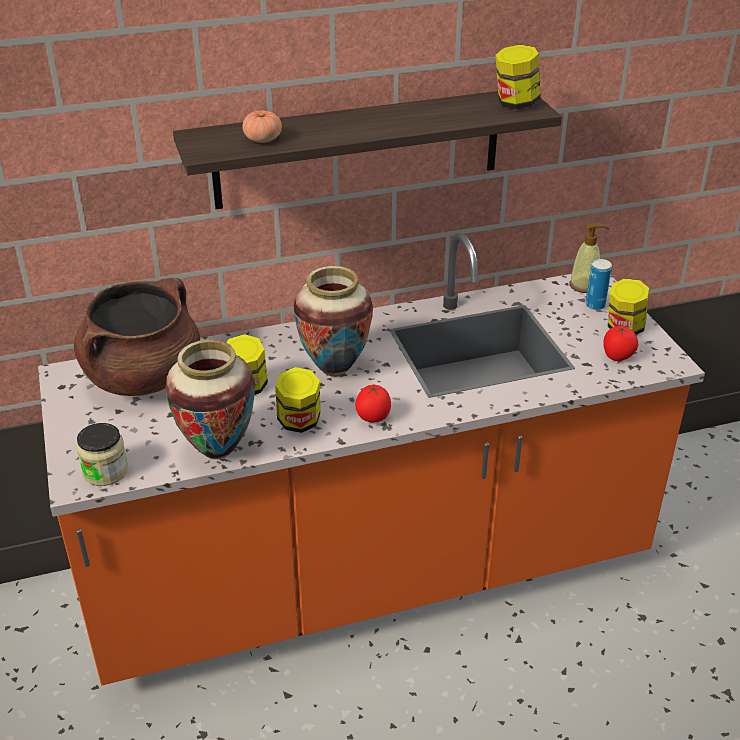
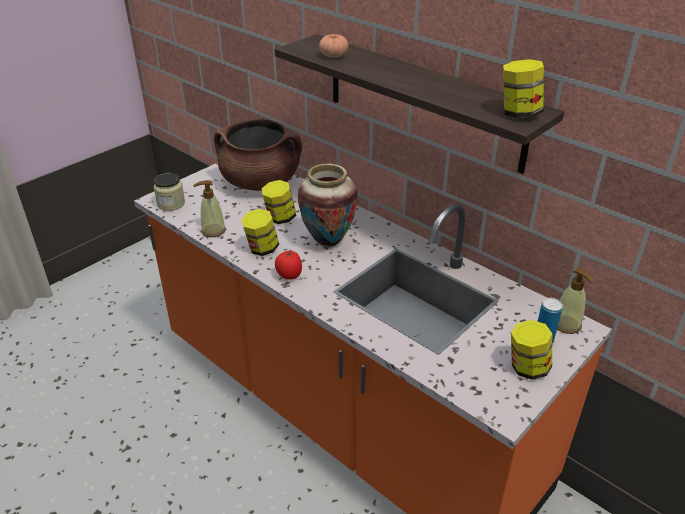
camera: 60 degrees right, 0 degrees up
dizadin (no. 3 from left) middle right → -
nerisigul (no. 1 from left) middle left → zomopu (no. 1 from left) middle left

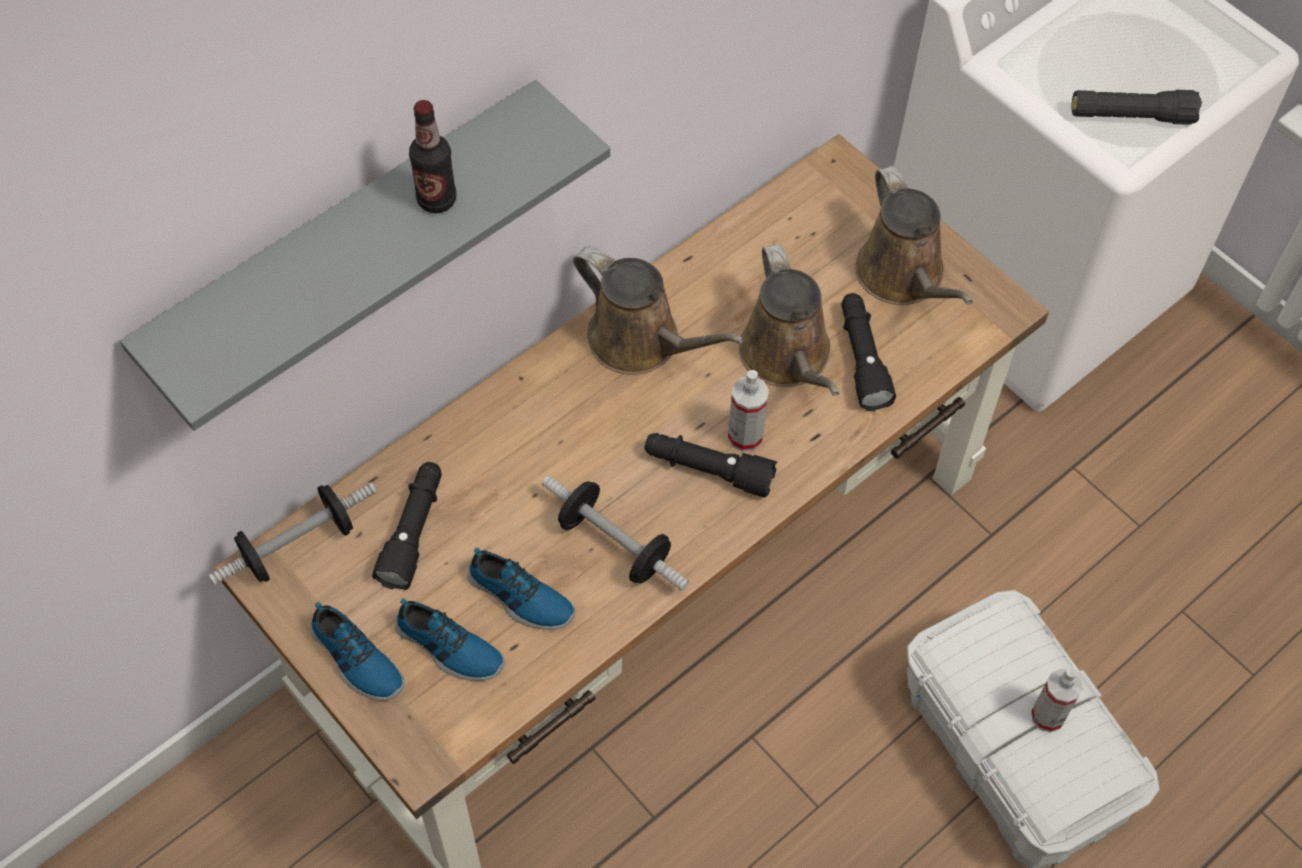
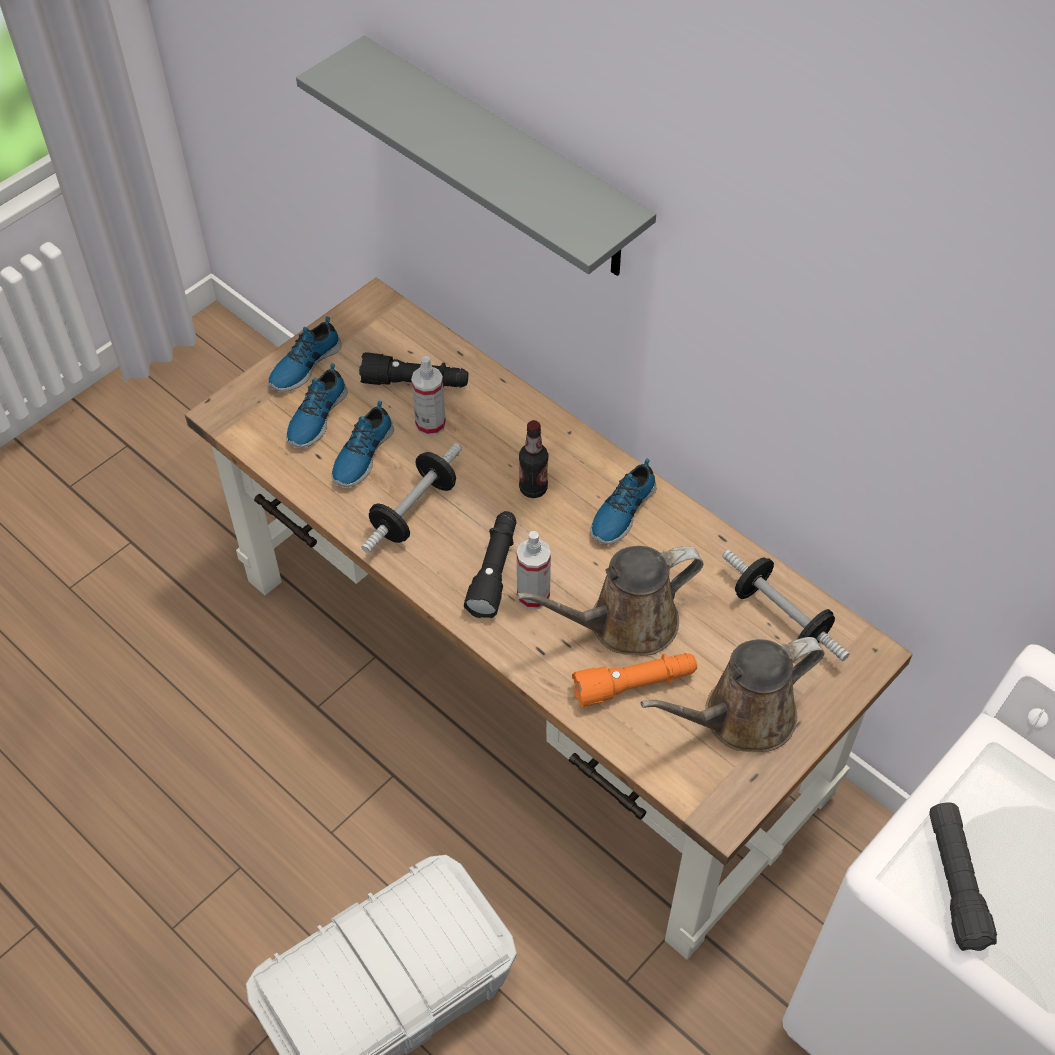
camera: 85 degrees right, 5 degrees down
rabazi (no. 1 from left in the first image) middle left → rabazi (no. 2 from left) middle right, relocated
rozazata top left → rozazata centre, relocated
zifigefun (no. 2 from left in the first image) bottom right → zifigefun (no. 1 from left) centre, relocated
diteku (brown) (no. 1 from left) centre → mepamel (no. 4 from left) centre
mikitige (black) (no. 3 from left) middle right → mikitige (orange) centre

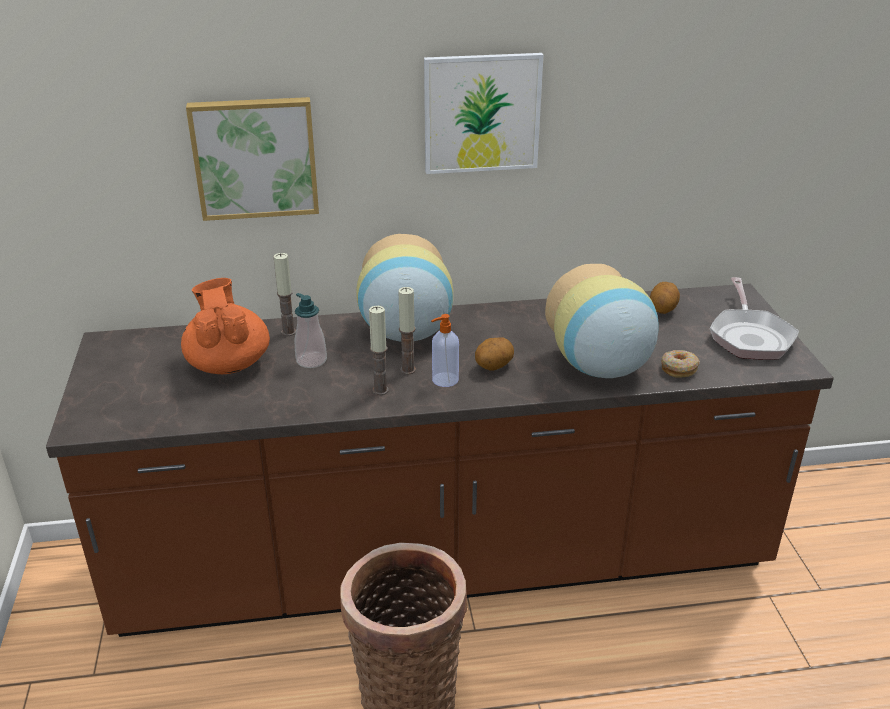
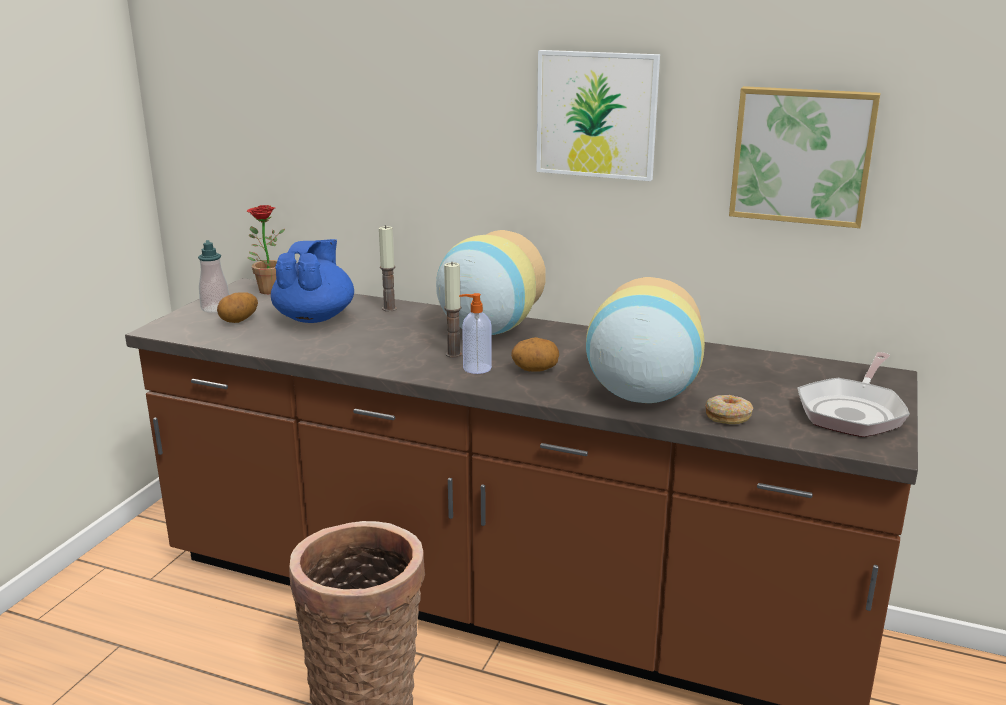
camera: 30 degrees right, 10 degrees down
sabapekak (no. 2 from left) centre → -
- → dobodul middle left
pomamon (no. 1 from left in the first image) top left → pomamon (no. 2 from left) top right, relocated
zomopu (no. 1 from left) centre → zomopu (no. 1 from left) middle left, relocated
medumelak (no. 2 from left in the first image) middle right → medumelak (no. 1 from left) middle left, relocated
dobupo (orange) middle left → dobupo (blue) middle left

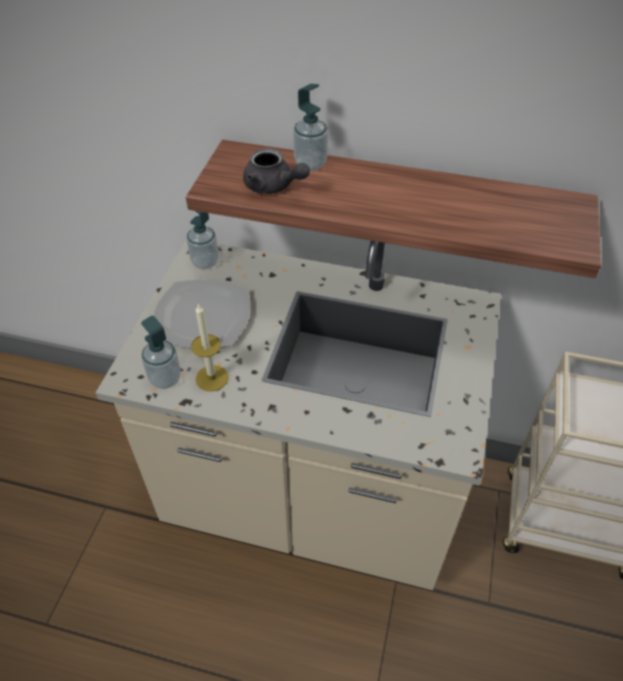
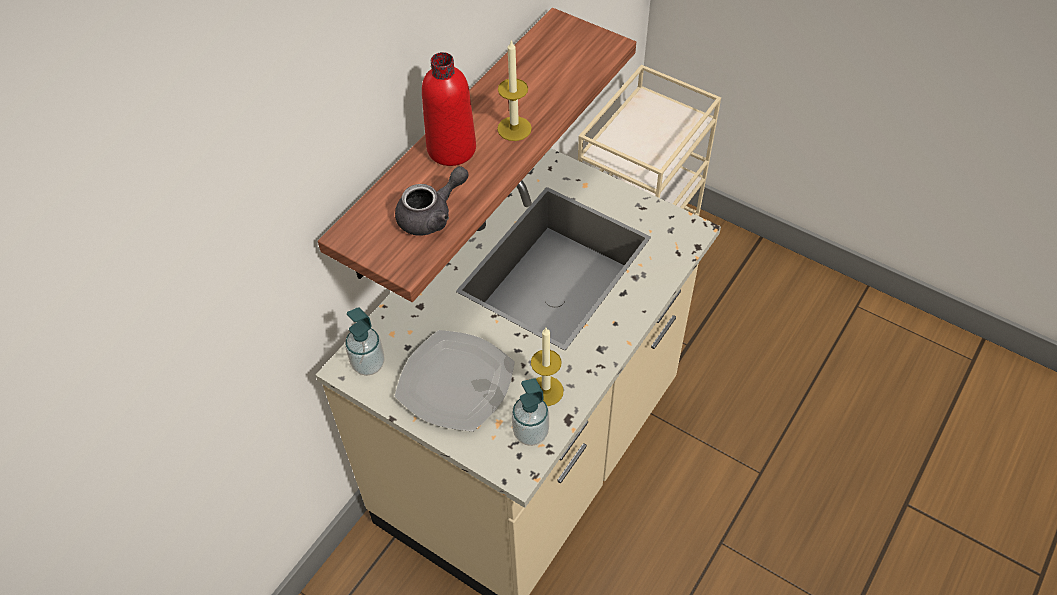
camera: 70 degrees left, 5 degrees up
zomopu (no. 3 from left) top centre → -
- → rozazata (red) top centre
- → sabapekak (no. 1 from left) top centre

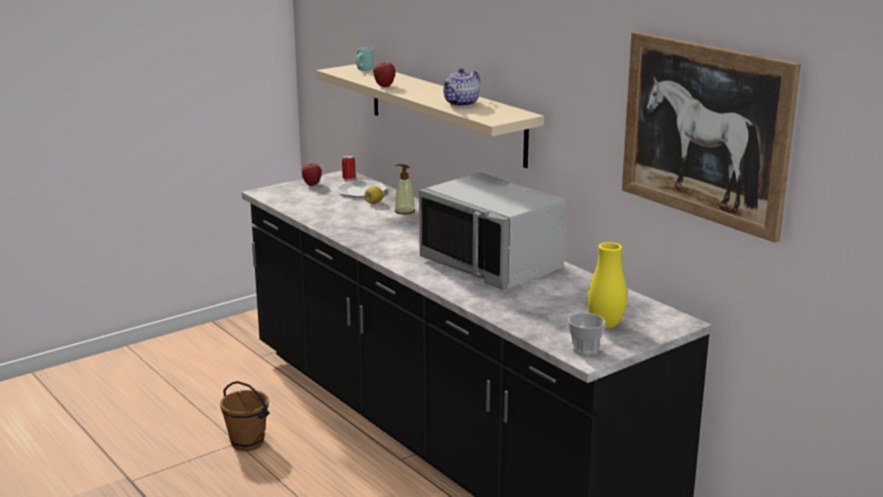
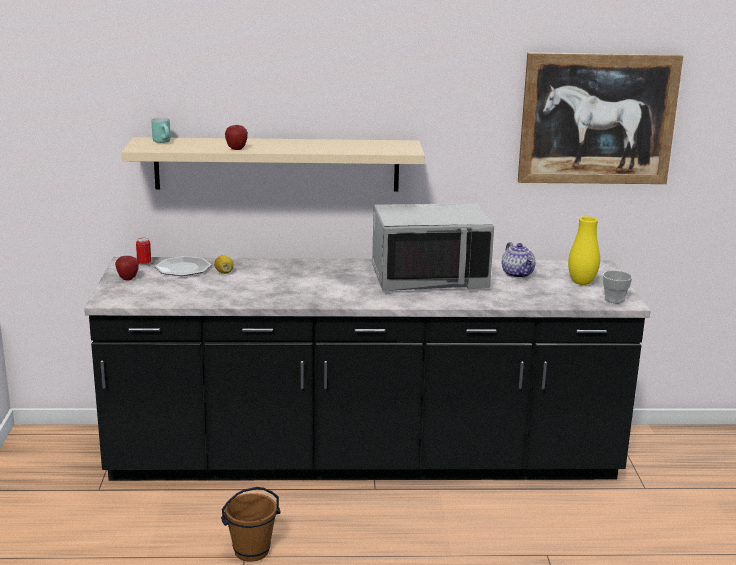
camera: 55 degrees left, 0 degrees up
zomopu centre → -
dobupo top centre → dobupo middle right, relocated

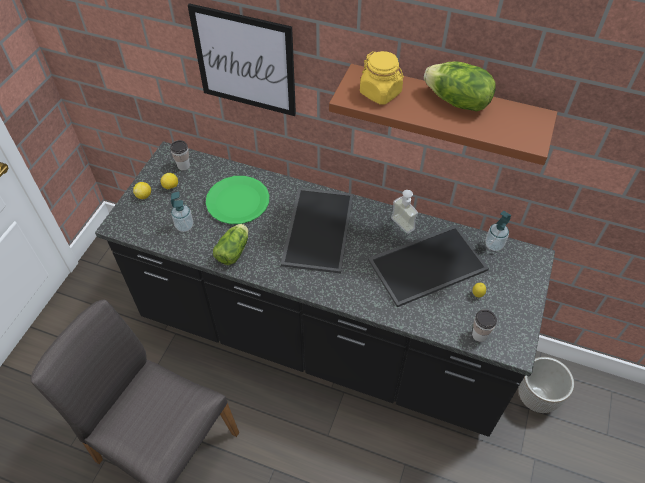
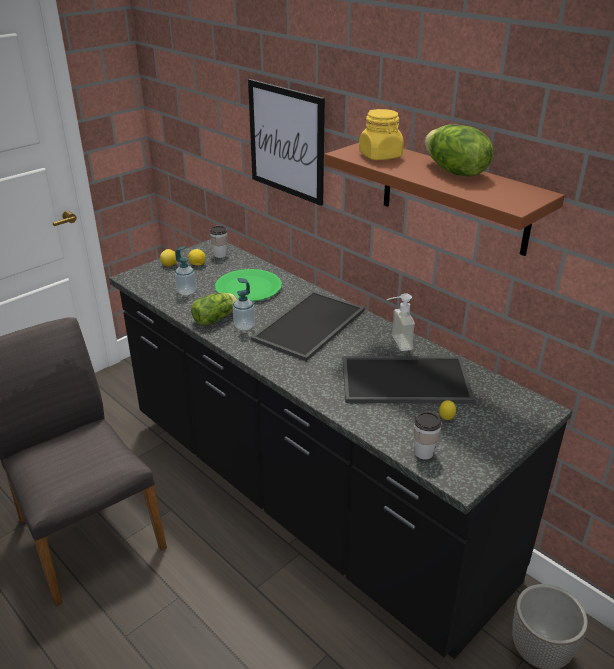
camera: 25 degrees right, 20 degrees down
zomopu (no. 3 from left in the first image) middle right → zomopu (no. 2 from left) centre, relocated

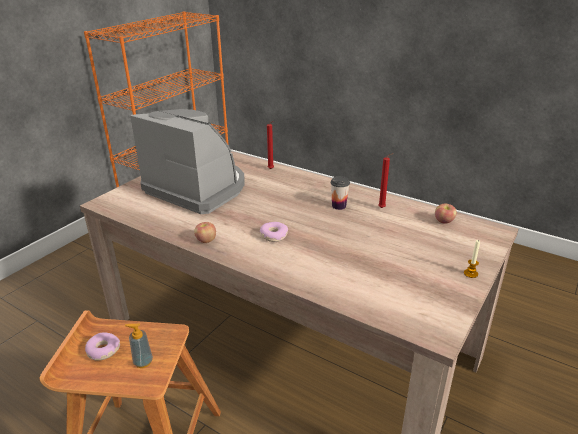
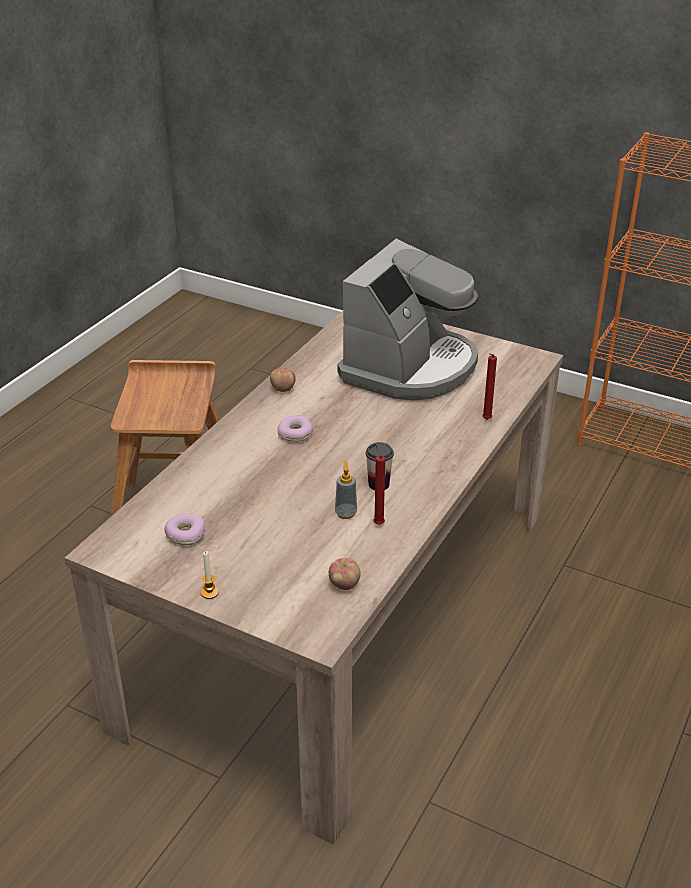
camera: 85 degrees right, 5 degrees up
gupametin (no. 1 from left) bottom left → gupametin (no. 1 from left) middle left, relocated
zomopu bottom left → zomopu centre, relocated

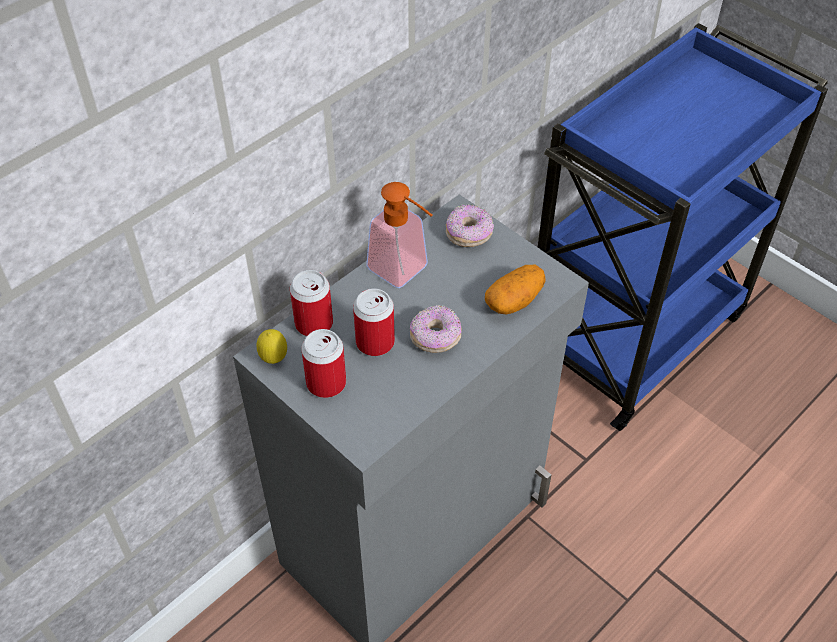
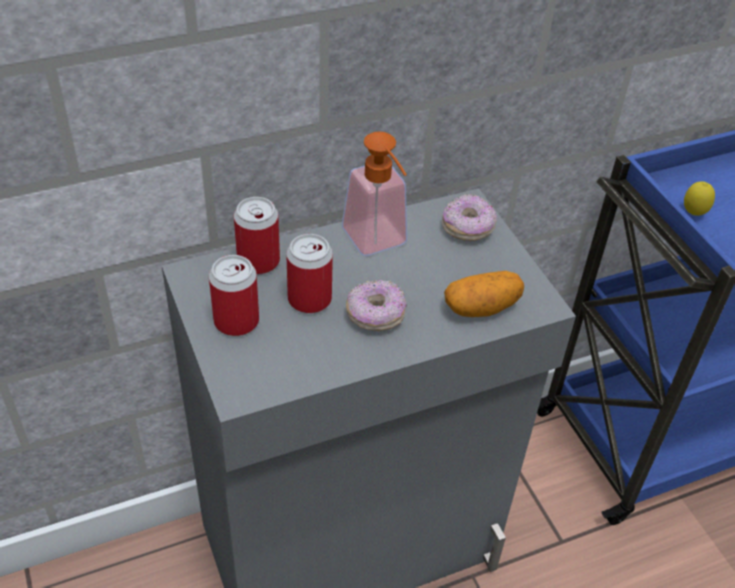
camera: 20 degrees right, 5 degrees down
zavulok middle left → zavulok middle right, relocated

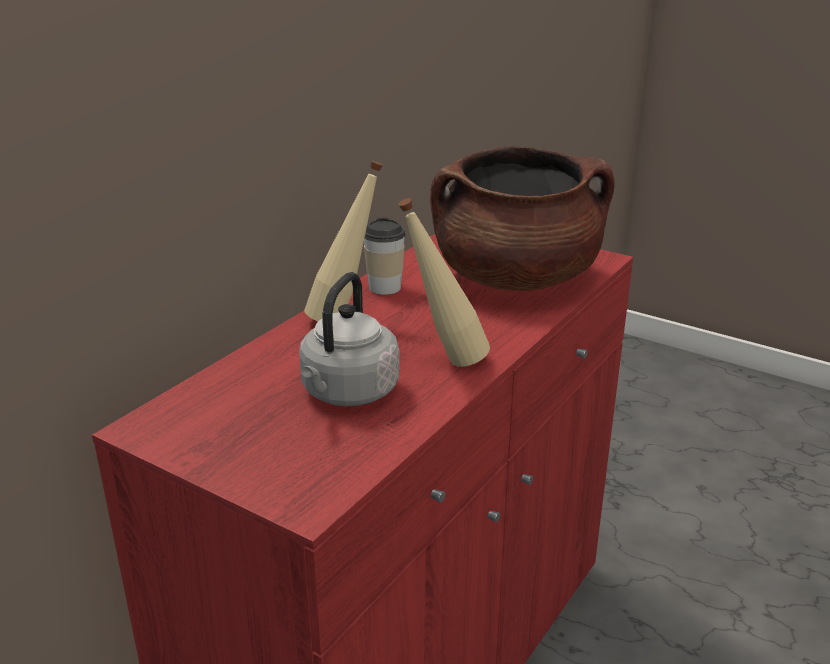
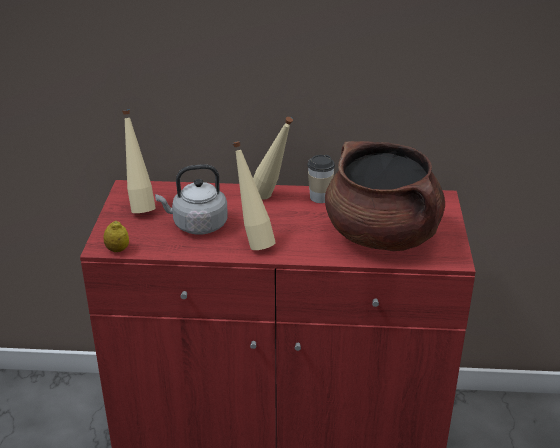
camera: 60 degrees right, 5 degrees up
- → zavulok middle left
- → rozazata (beige) (no. 1 from left) middle left

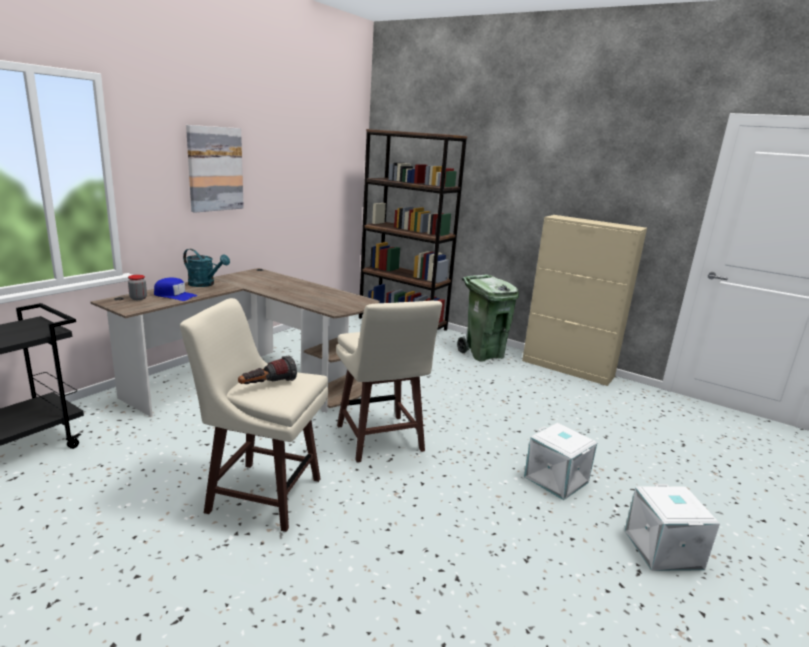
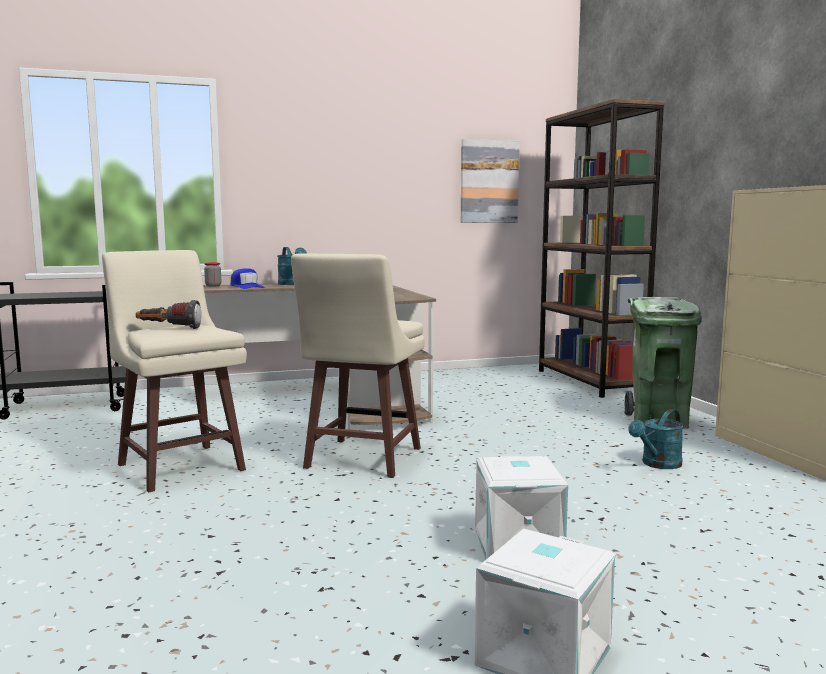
camera: 40 degrees right, 10 degrees down
- → diteku (turquoise) (no. 2 from left) middle right
pomamon top left → pomamon top centre, relocated

